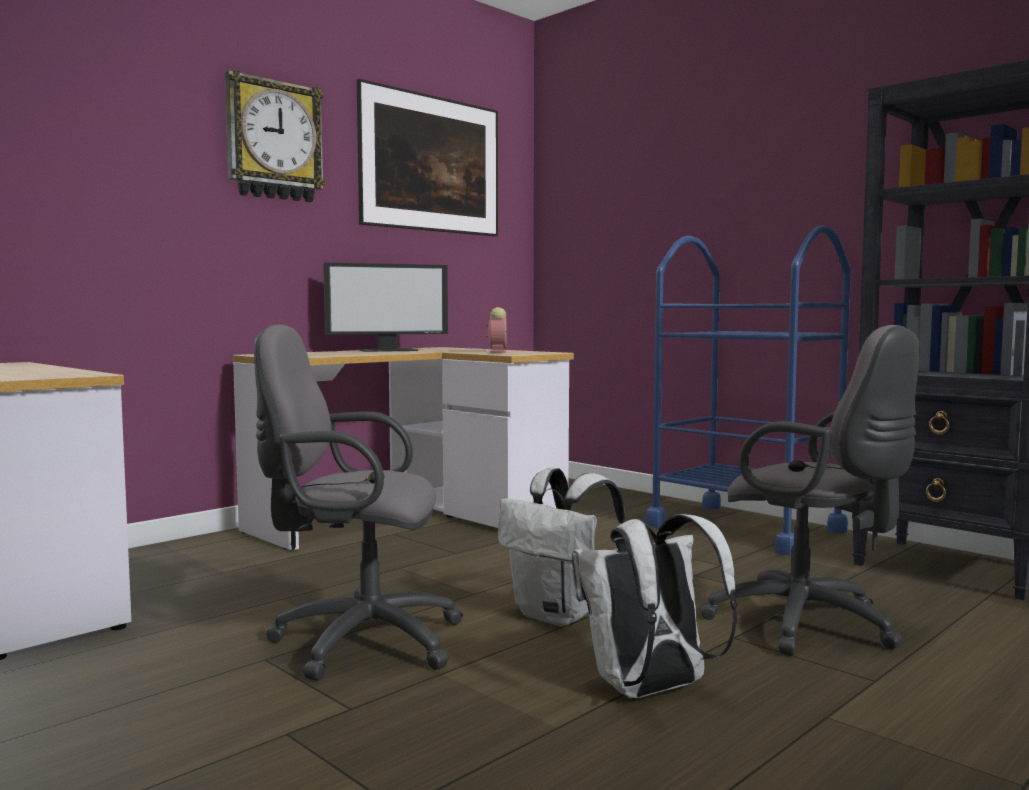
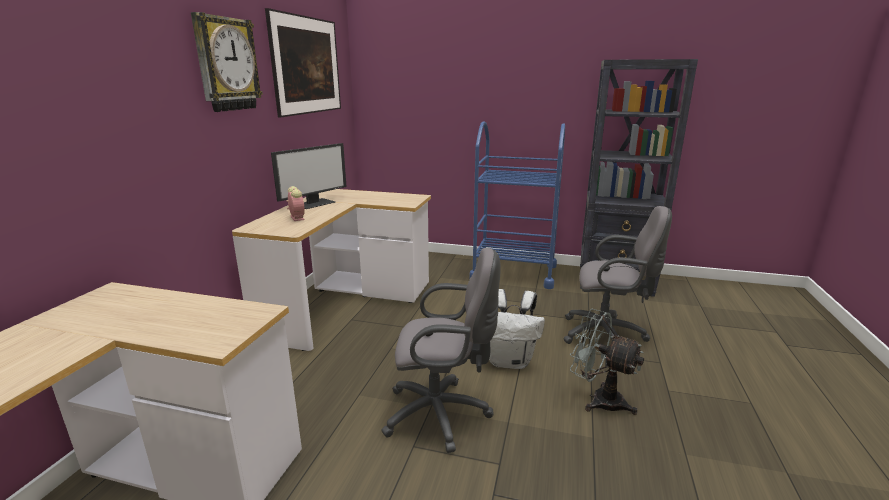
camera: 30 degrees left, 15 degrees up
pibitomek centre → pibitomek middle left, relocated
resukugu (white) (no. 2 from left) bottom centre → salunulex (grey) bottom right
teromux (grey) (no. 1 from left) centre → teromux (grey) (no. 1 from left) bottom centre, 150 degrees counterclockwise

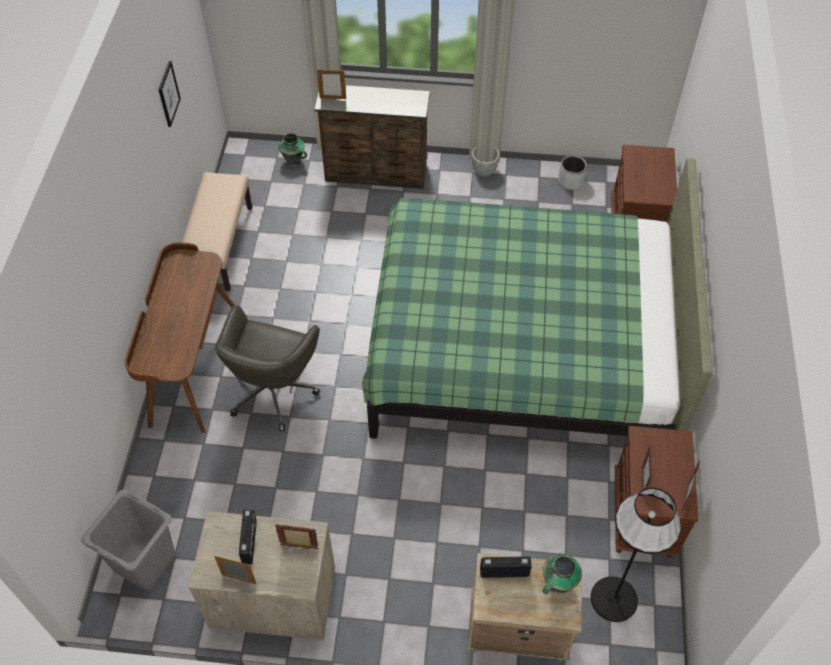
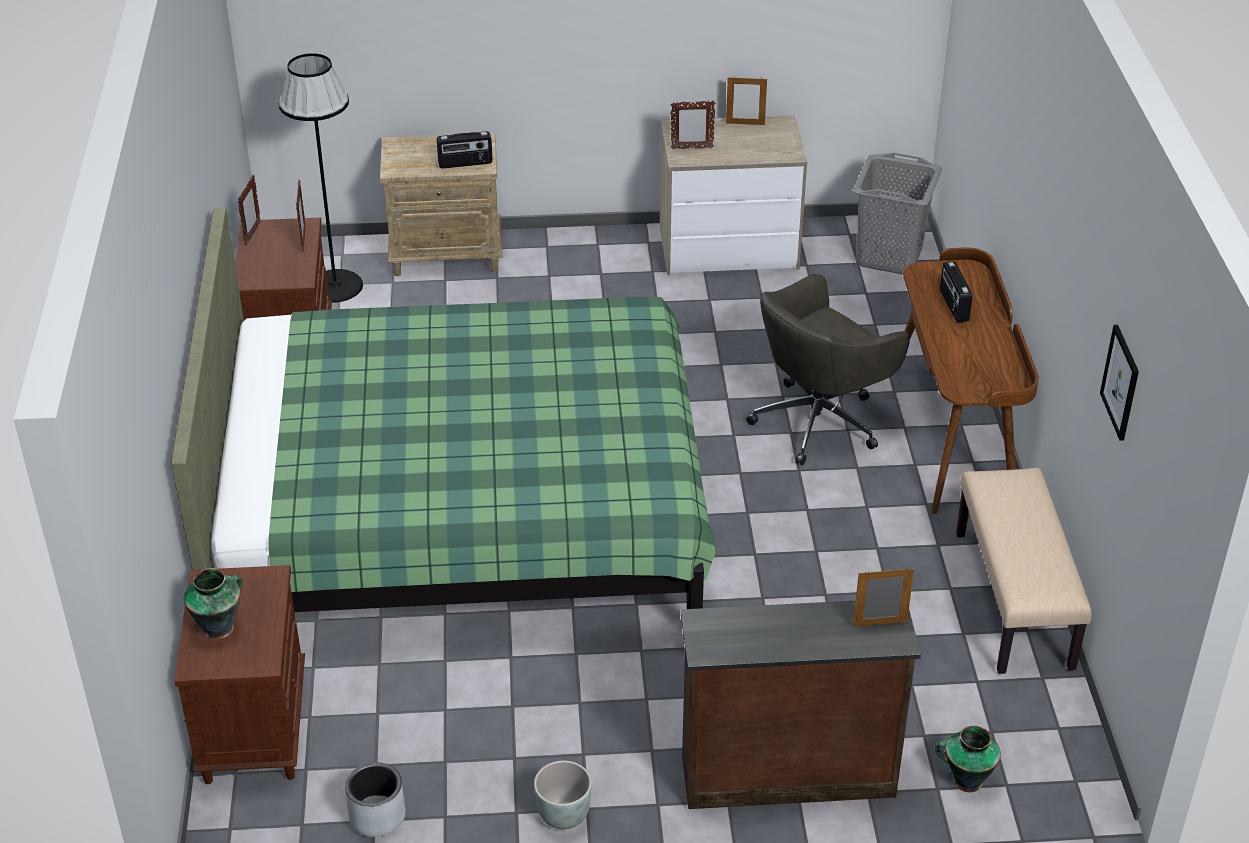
camera: 170 degrees right, 15 degrees down
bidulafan (no. 1 from left in the first image) bottom left → bidulafan (no. 2 from left) middle right, relocated
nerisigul (no. 2 from left in the first image) bottom right → nerisigul (no. 1 from left) bottom left, relocated
teromux (grey) middle left → teromux (grey) centre, 135 degrees counterclockwise

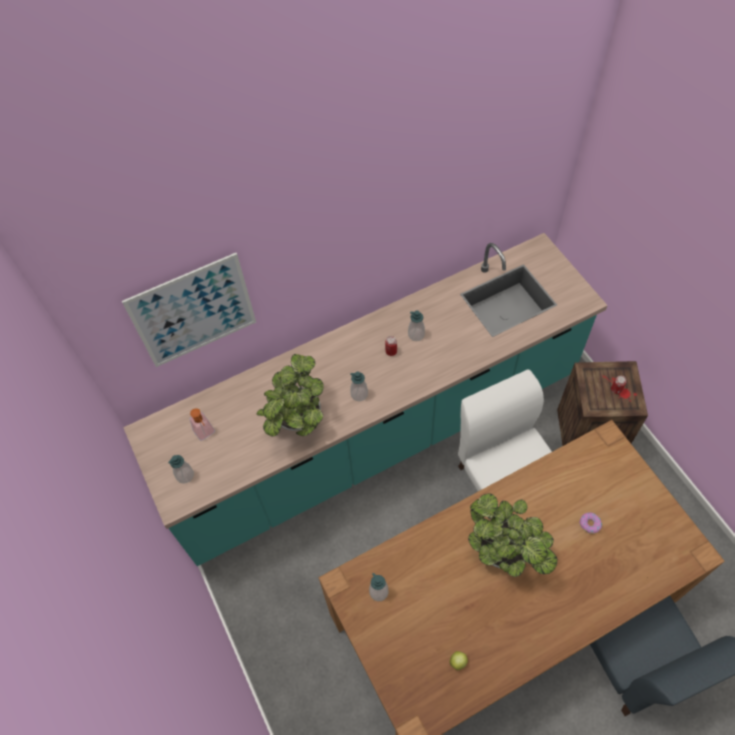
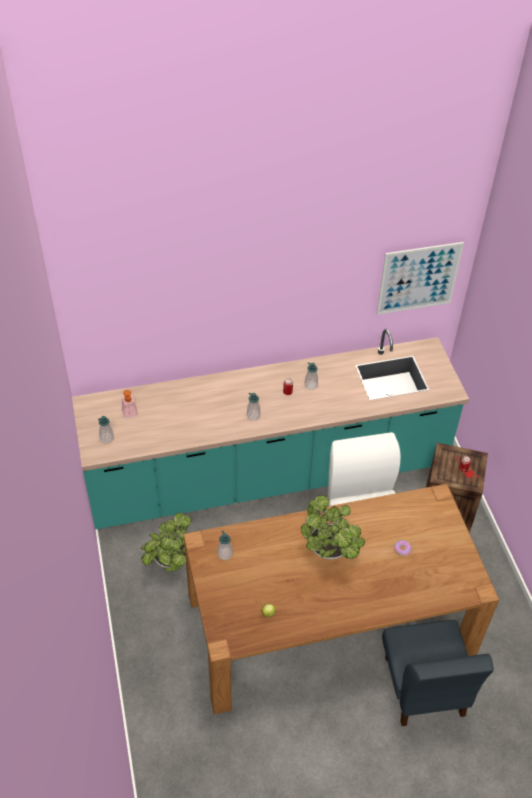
camera: 10 degrees right, 10 degrees down
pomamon middle left → pomamon middle right, relocated
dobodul (no. 1 from left) centre → dobodul (no. 1 from left) bottom left, relocated

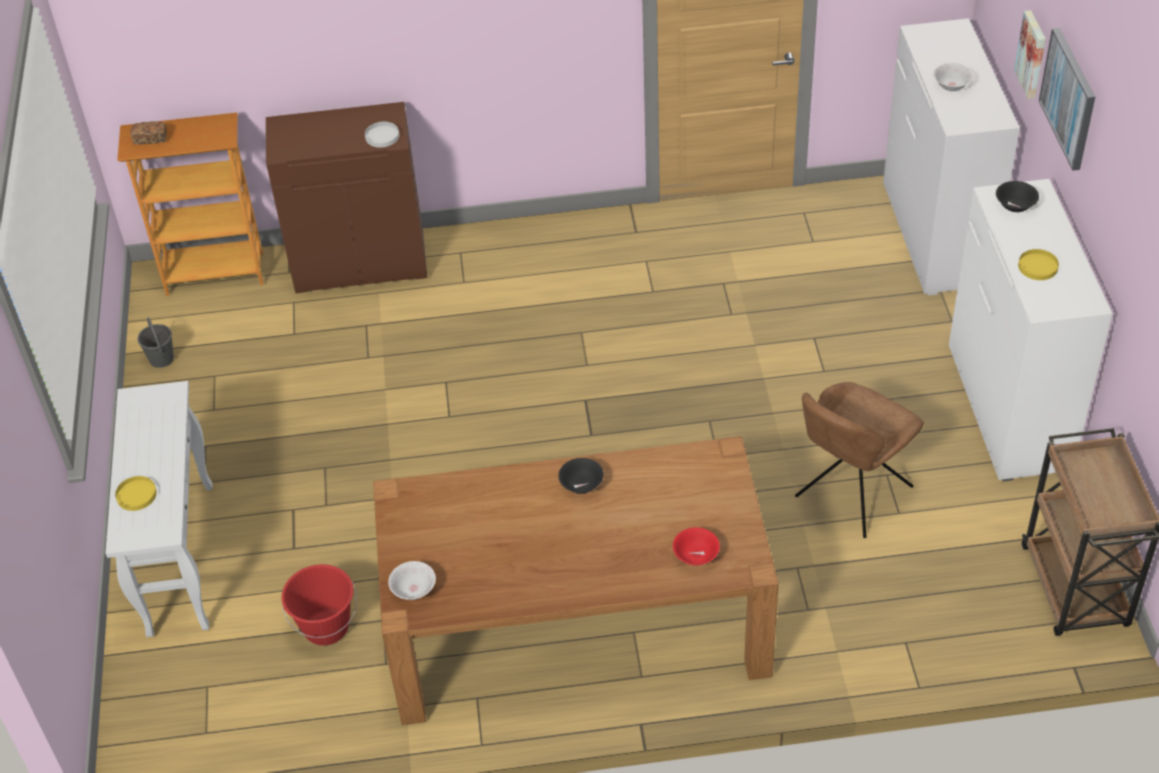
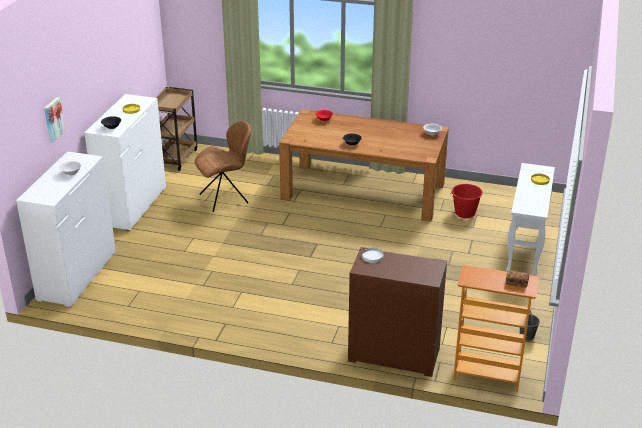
camera: 160 degrees left, 15 degrees down
pomamon (no. 2 from left) top right → -

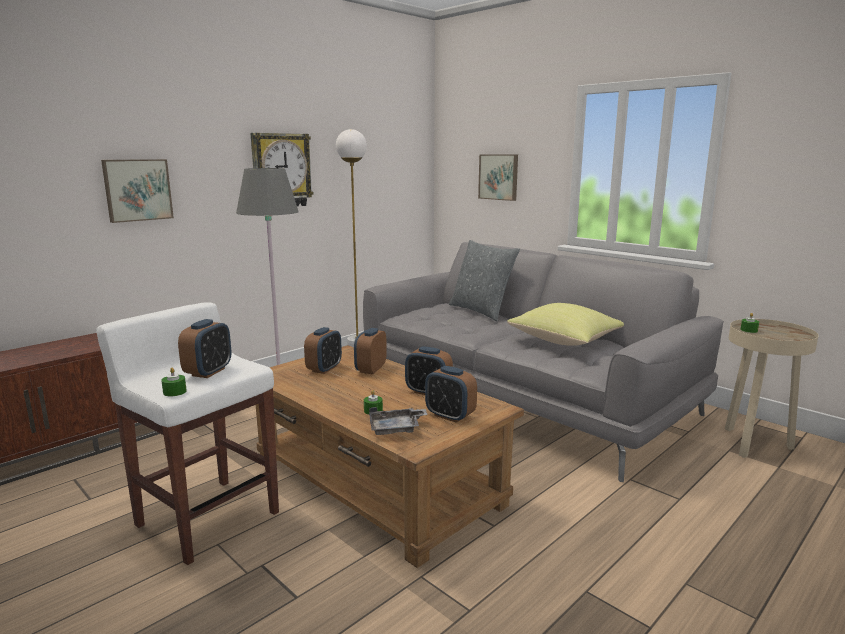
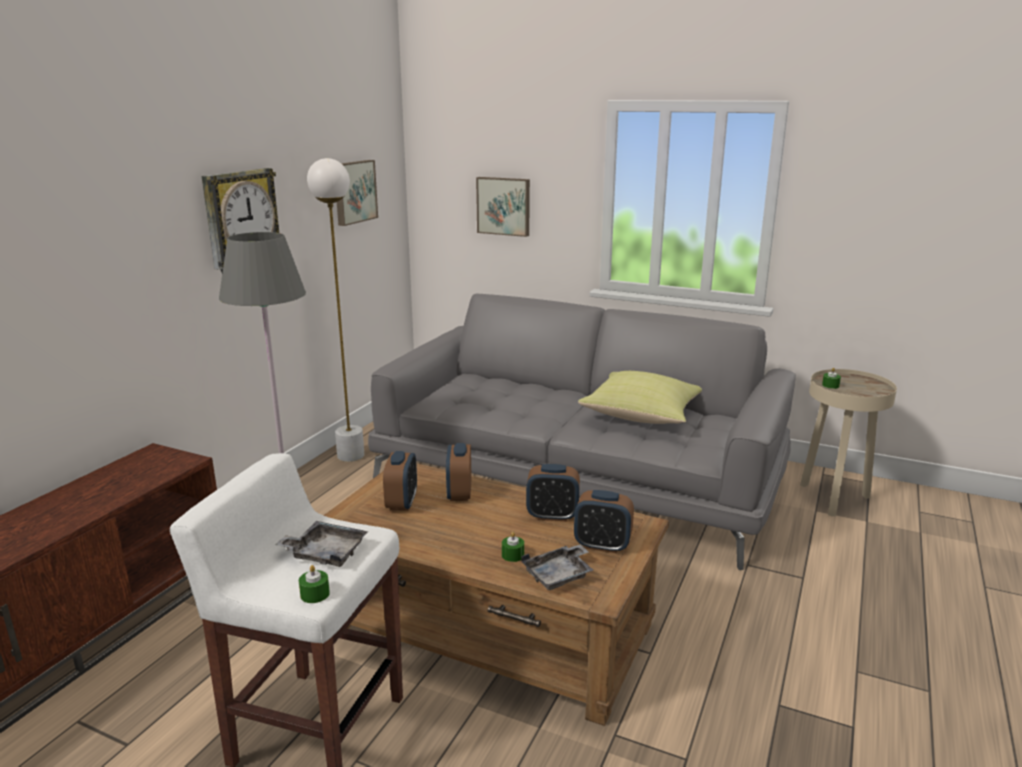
camera: 20 degrees left, 5 degrees up
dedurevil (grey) centre → -
pomamon (no. 1 from left) top left → pomamon (no. 1 from left) top centre, relocated
pibitomek (no. 1 from left) middle left → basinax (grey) (no. 1 from left) bottom left

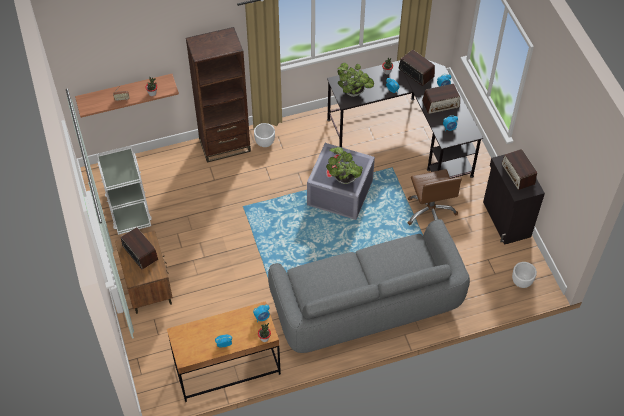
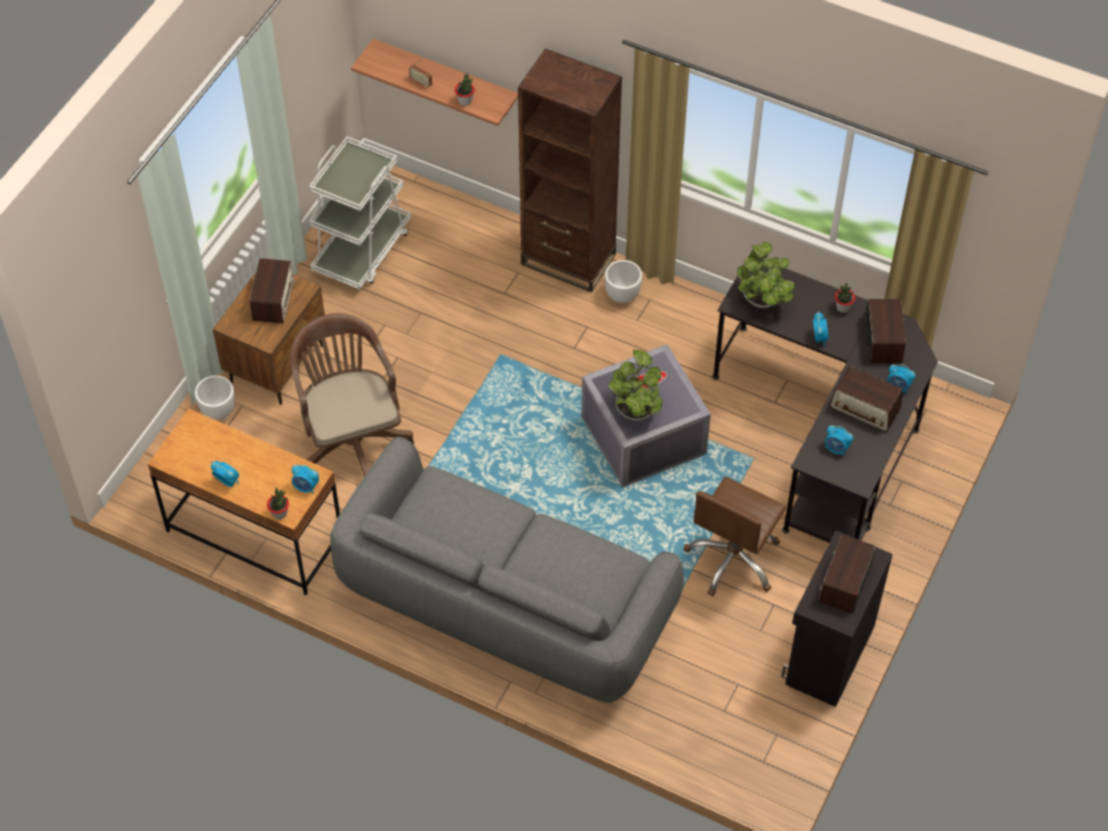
camera: 45 degrees right, 0 degrees up
- → teromux (brown) (no. 1 from left) middle left
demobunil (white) (no. 2 from left in the first image) middle right → demobunil (white) (no. 1 from left) middle left, relocated

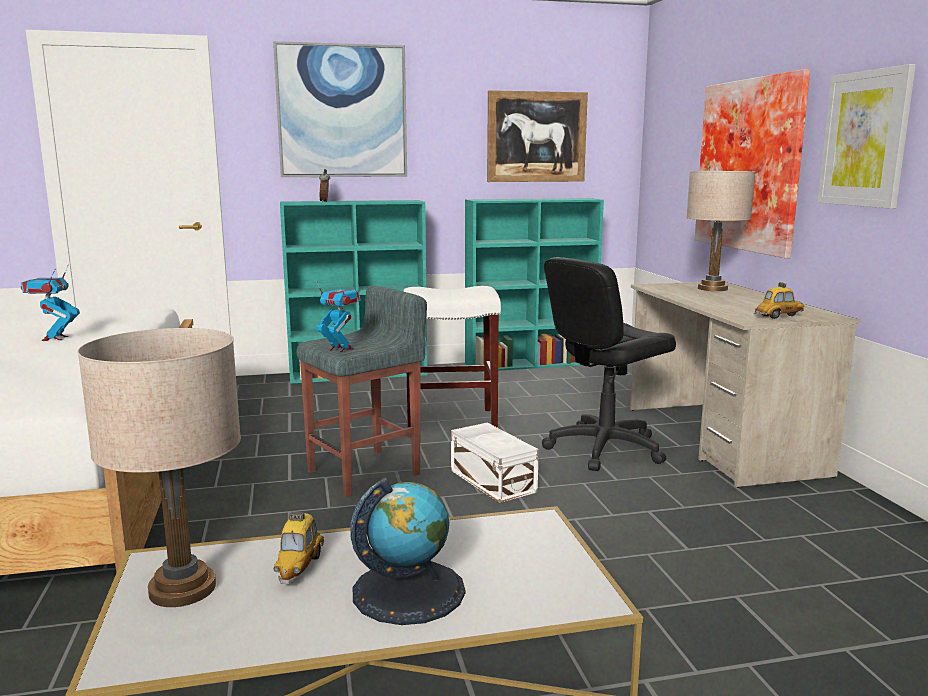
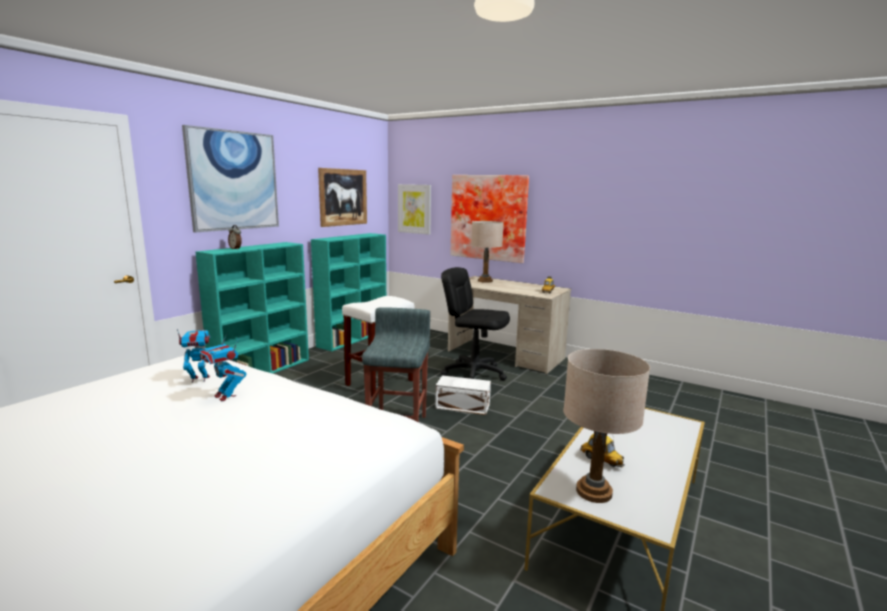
camera: 45 degrees left, 0 degrees up
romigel bottom centre → -
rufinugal (no. 2 from left in the first image) centre → rufinugal (no. 1 from left) middle left, relocated
pomamon (no. 4 from left in the first image) top right → pomamon (no. 3 from left) centre, relocated
teromux (black) centre, 105 degrees clockwise

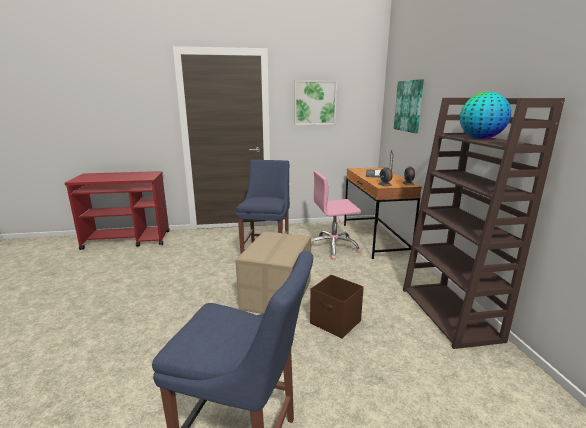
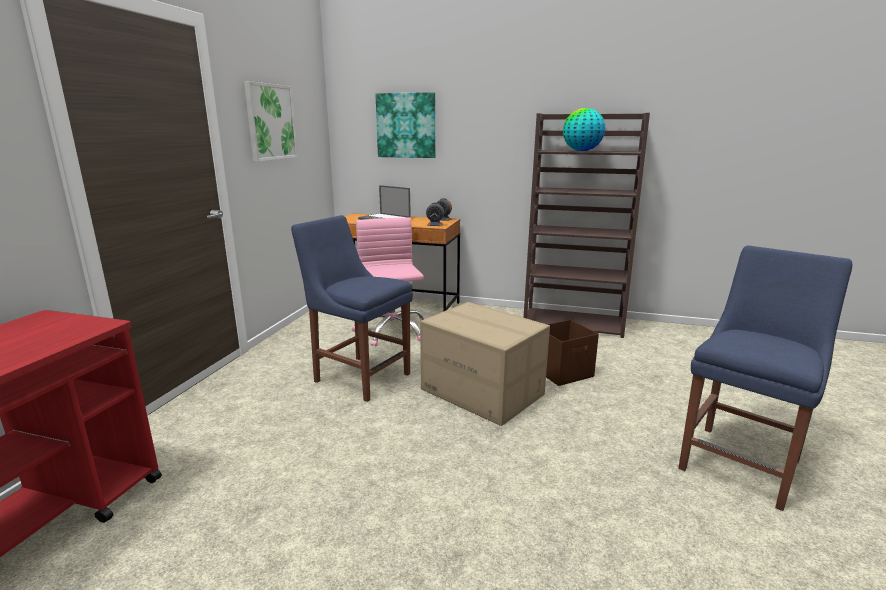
camera: 65 degrees left, 0 degrees up
teromux (pink) centre, 150 degrees clockwise

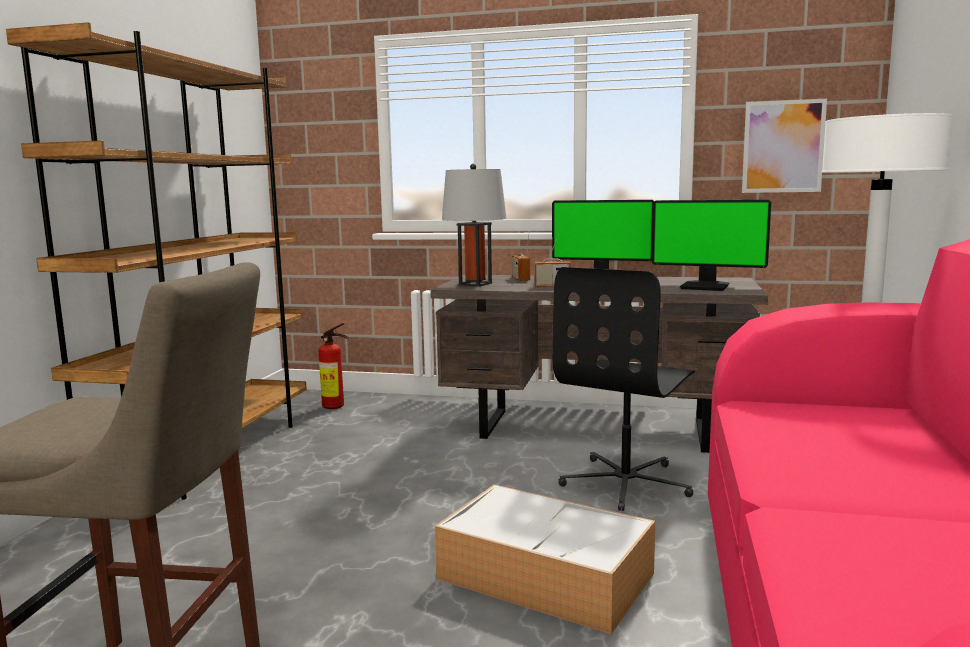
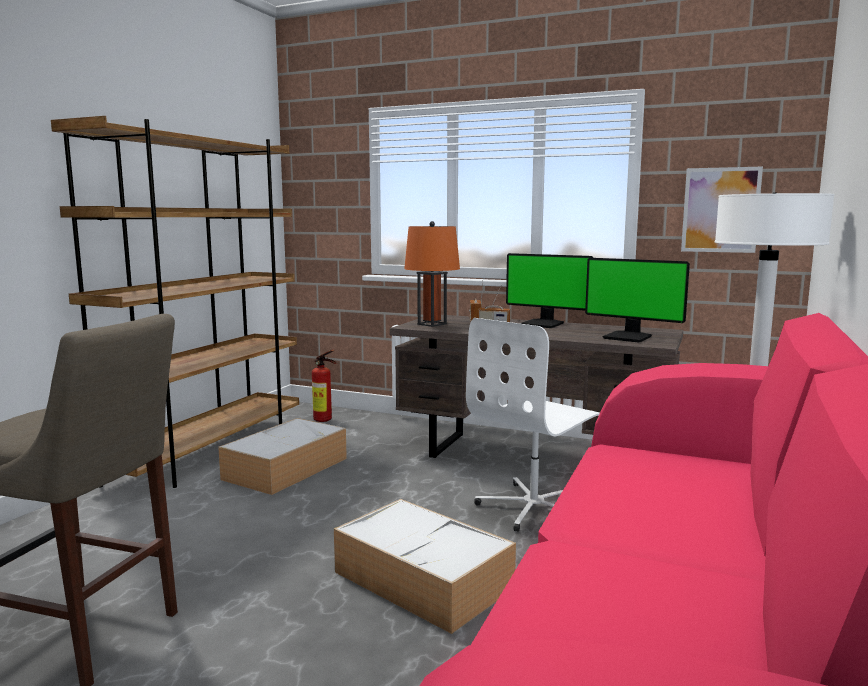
camera: 10 degrees right, 0 degrees up
- → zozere (no. 1 from left) middle left
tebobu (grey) centre → tebobu (orange) centre
teromux (black) centre → teromux (white) centre

